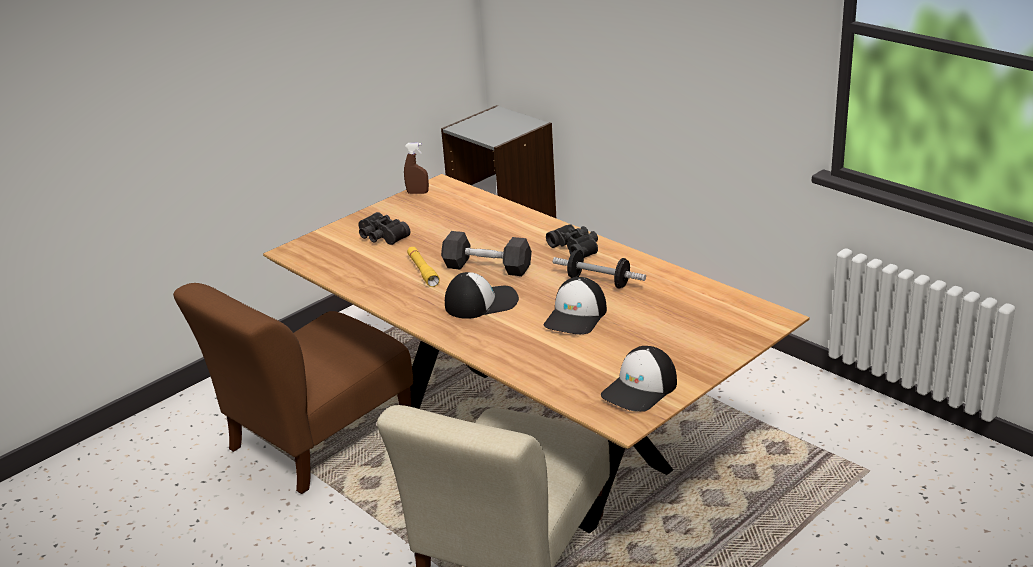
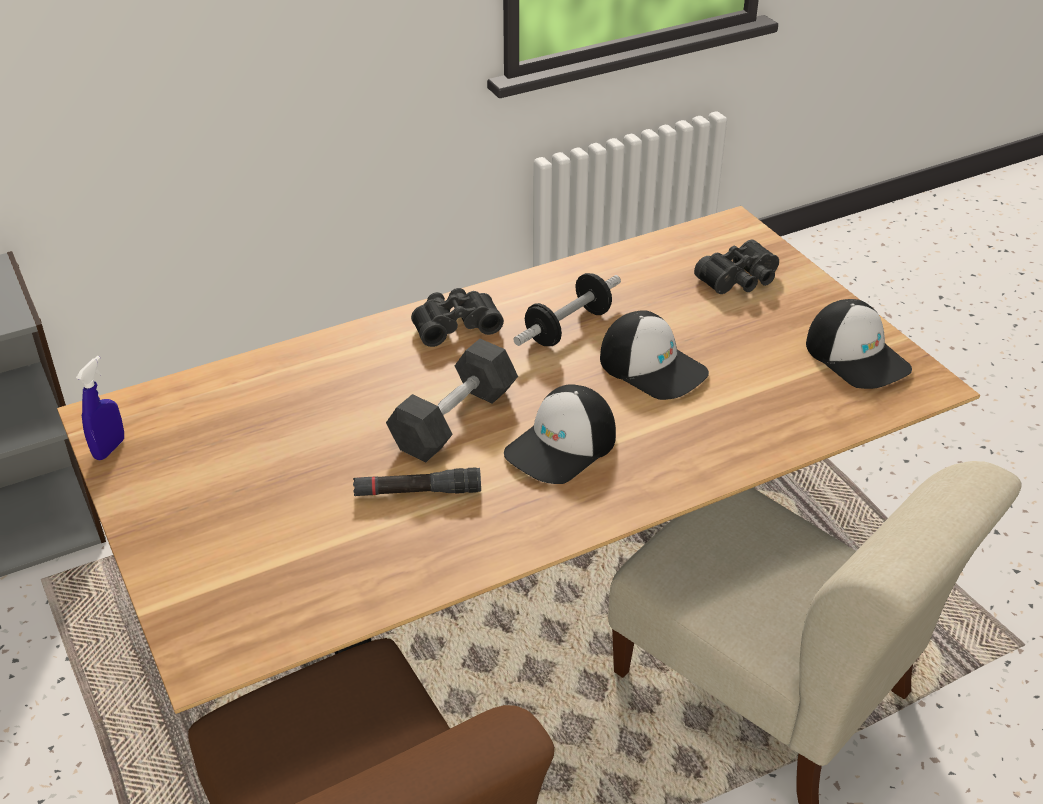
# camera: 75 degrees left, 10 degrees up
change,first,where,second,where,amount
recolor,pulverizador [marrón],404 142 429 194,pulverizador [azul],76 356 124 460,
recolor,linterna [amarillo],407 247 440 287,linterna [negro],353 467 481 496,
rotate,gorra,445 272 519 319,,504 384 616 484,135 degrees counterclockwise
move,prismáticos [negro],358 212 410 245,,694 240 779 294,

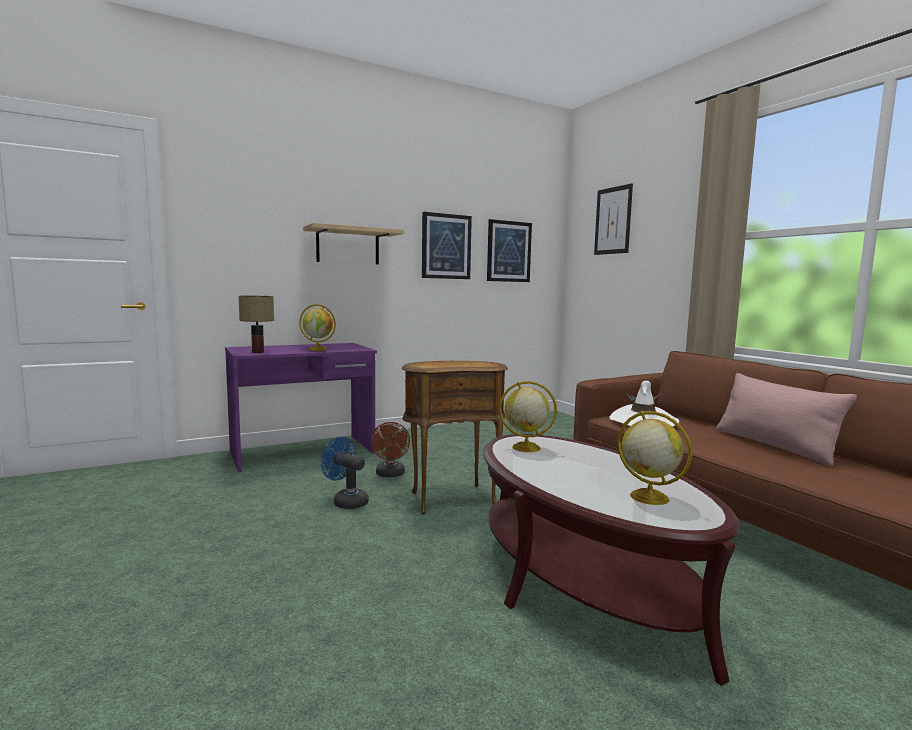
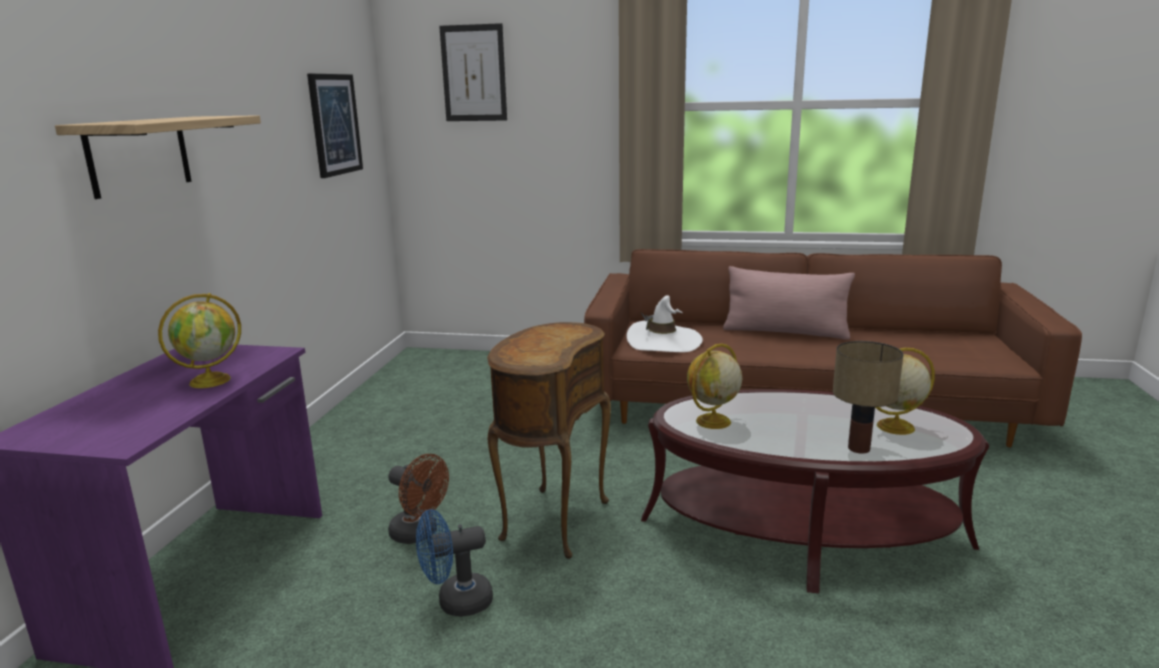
# camera: 50 degrees left, 10 degrees up
change,first,where,second,where,amount
move,lámpara de mesa,238 296 274 353,,833 341 904 454,
delete,cuadro,422 212 472 279,,,

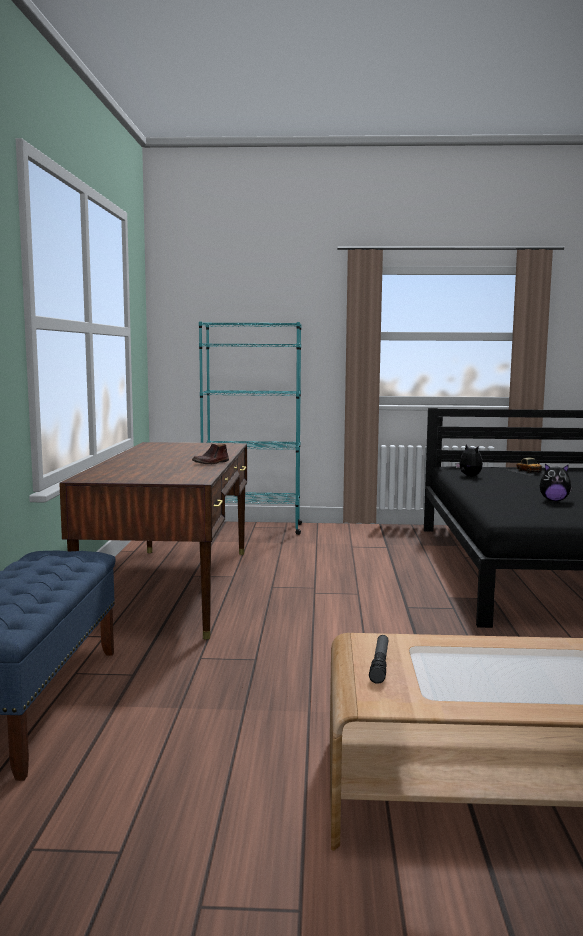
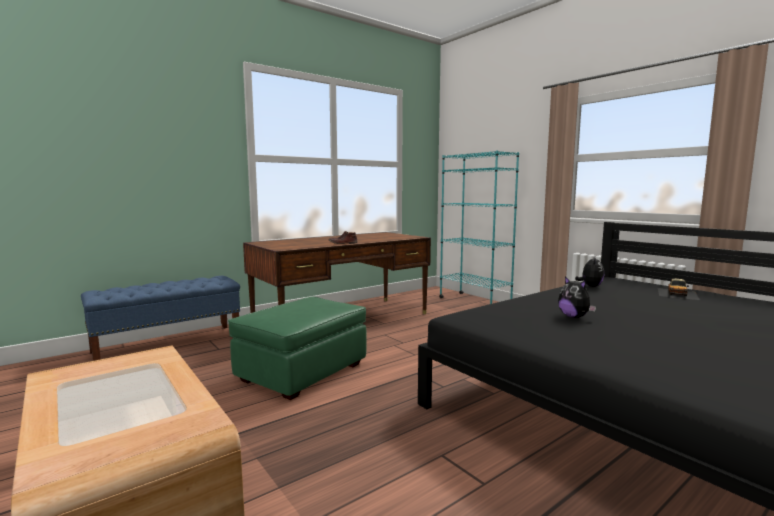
# camera: 50 degrees right, 0 degrees up
change,first,where,second,where,amount
insert,,,puf [verde],228 297 367 400,
delete,linterna,369 635 389 684,,,

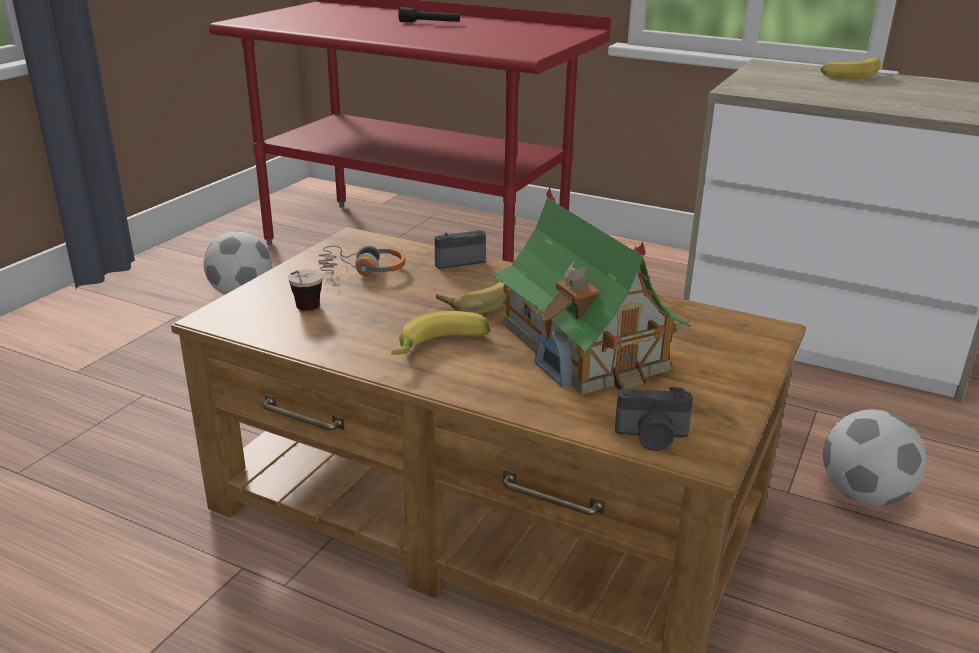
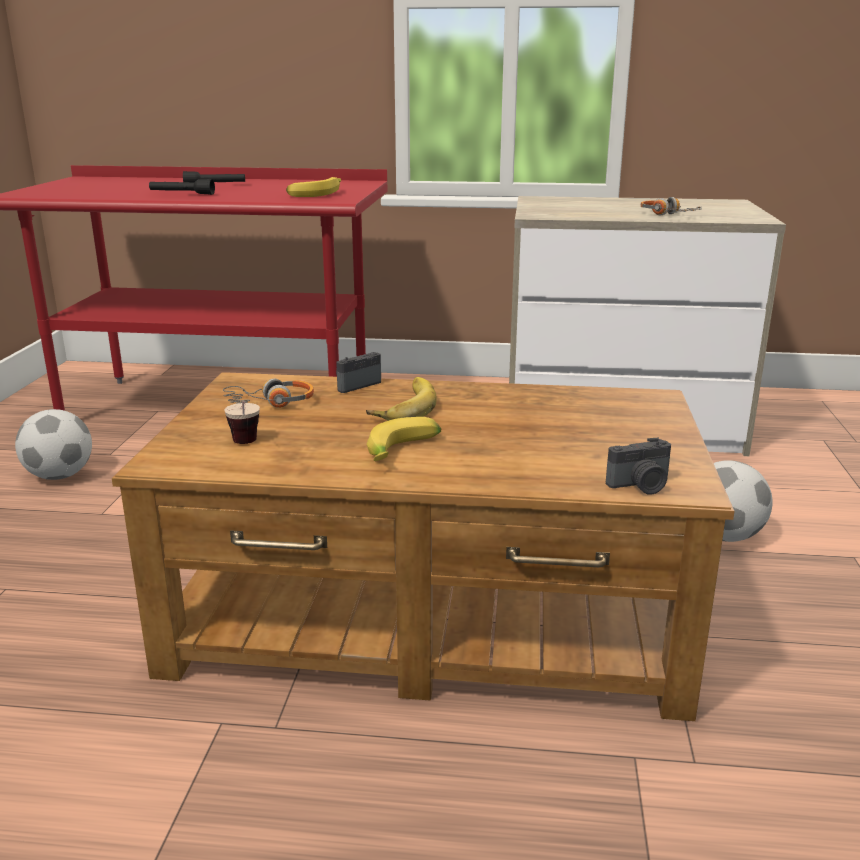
# camera: 20 degrees left, 5 degrees down
change,first,where,second,where,amount
insert,,,linterna [negro],149 179 215 195,
move,plátano,821 57 881 79,,286 177 341 197,
insert,,,auriculares,640 197 701 215,
delete,casita,492 188 691 395,,,

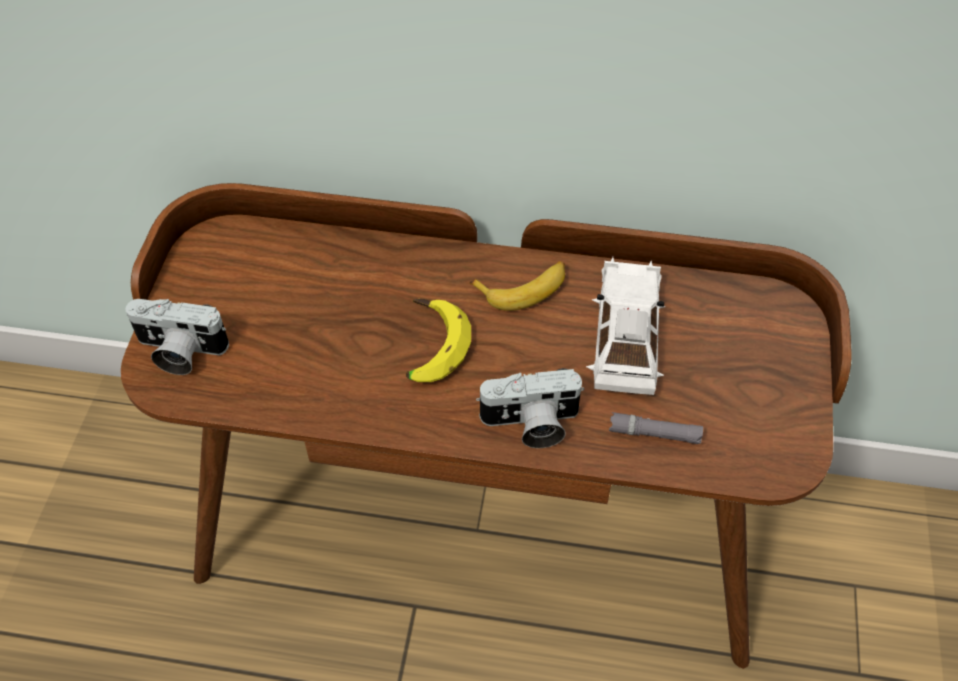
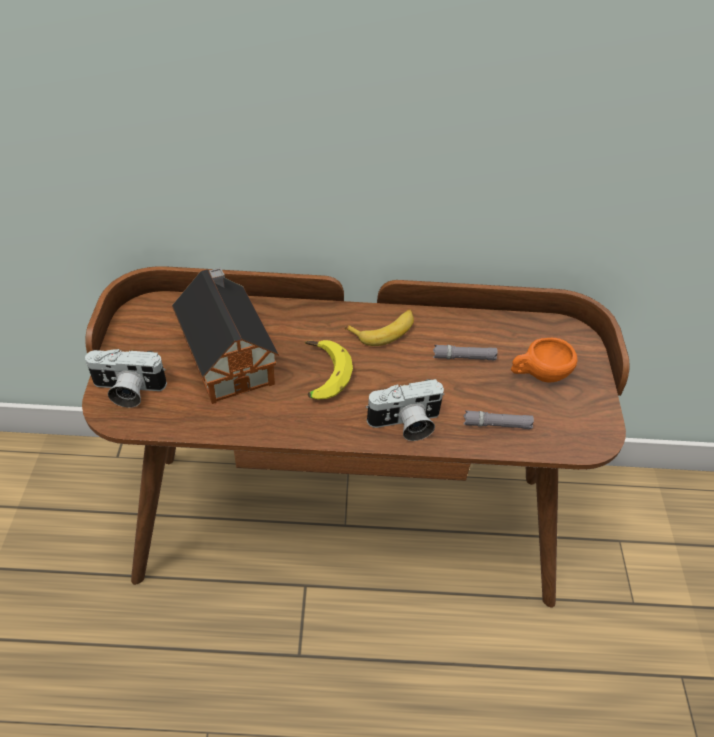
# camera: 10 degrees left, 5 degrees down
change,first,where,second,where,amount
insert,,,casita,172 268 279 404,
replace,coche de juguete [blanco],585 257 665 395,linterna [gris],433 345 498 360,
insert,,,taza [naranja],511 338 578 382,

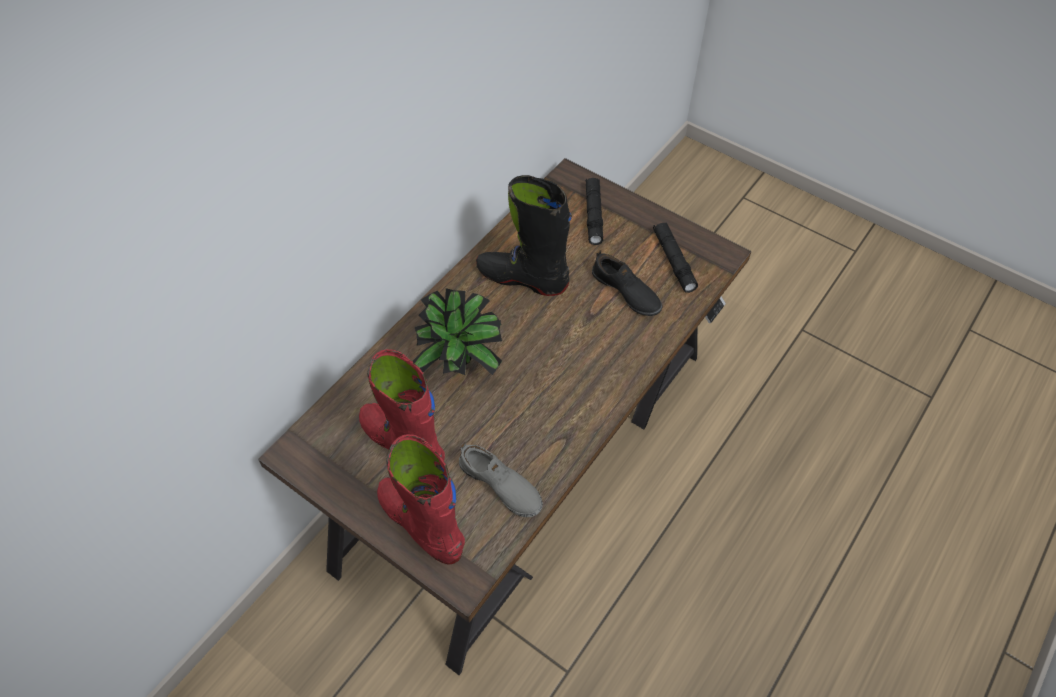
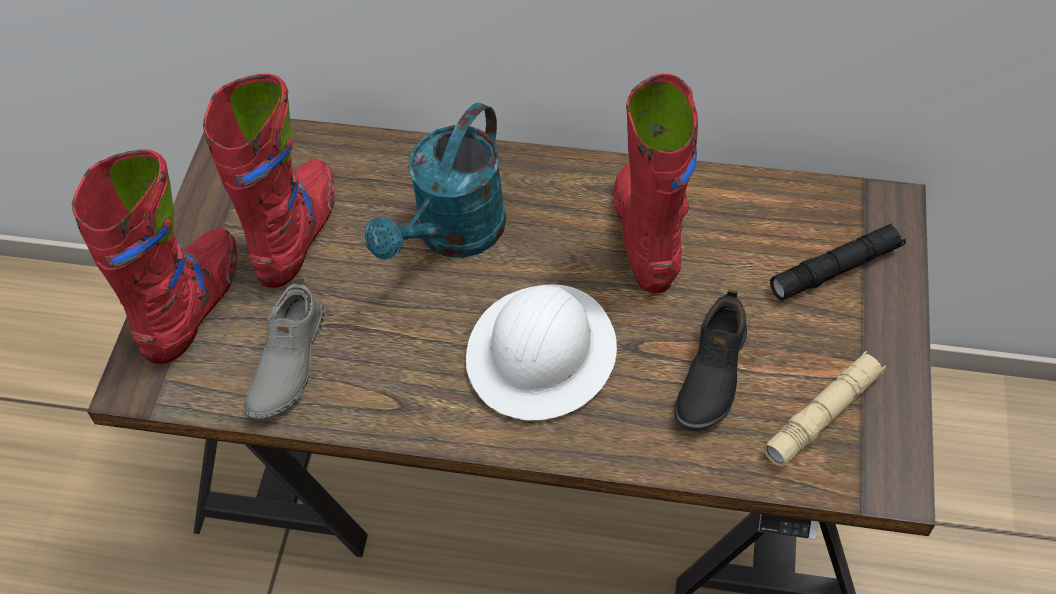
# camera: 65 degrees right, 0 degrees up
change,first,where,second,where,amount
replace,planta en maceta,412 288 502 375,regadera [turquesa],365 103 507 260,
insert,,,casco [blanco],466 284 617 421,
recolor,bota [negro],476 175 572 296,bota [rojo],614 74 698 293,
recolor,linterna [negro],653 222 698 293,linterna [beis],763 351 886 467,

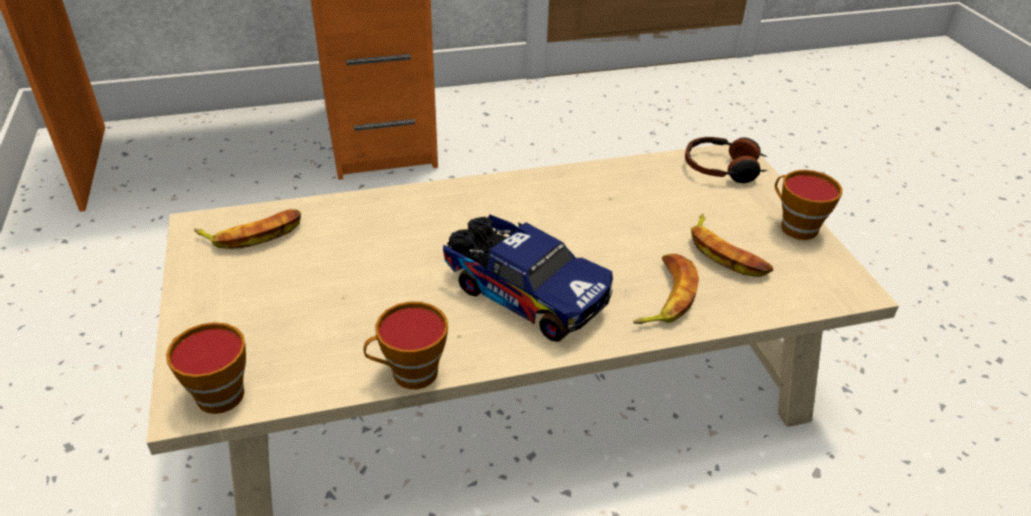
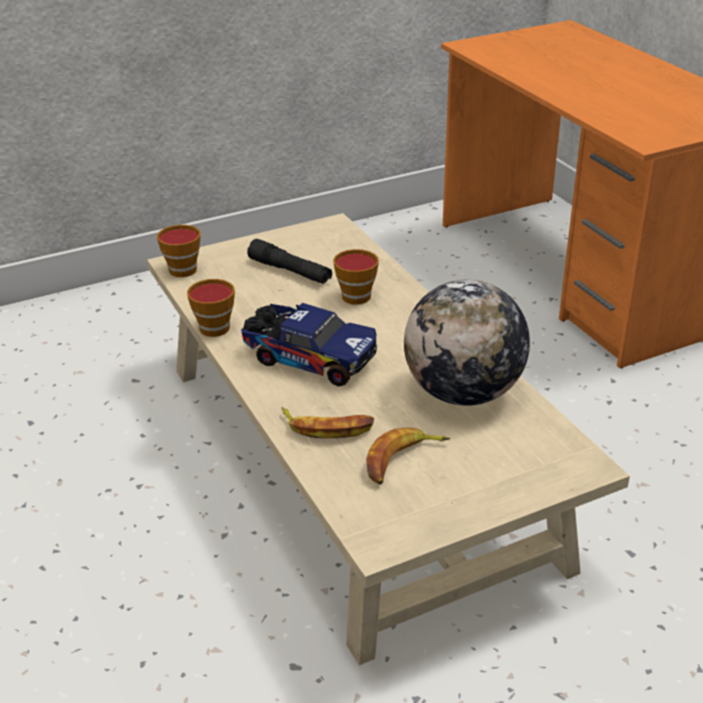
# camera: 80 degrees right, 5 degrees down
change,first,where,second,where,amount
rotate,camión de juguete,443 214 613 342,,241 303 377 386,90 degrees counterclockwise
insert,,,linterna [negro],247 239 332 284,
move,taza,775 170 842 240,,333 249 379 305,
insert,,,globo terráqueo,404 280 530 406,
delete,plátano,194 209 301 249,,,
delete,auriculares,685 137 767 183,,,

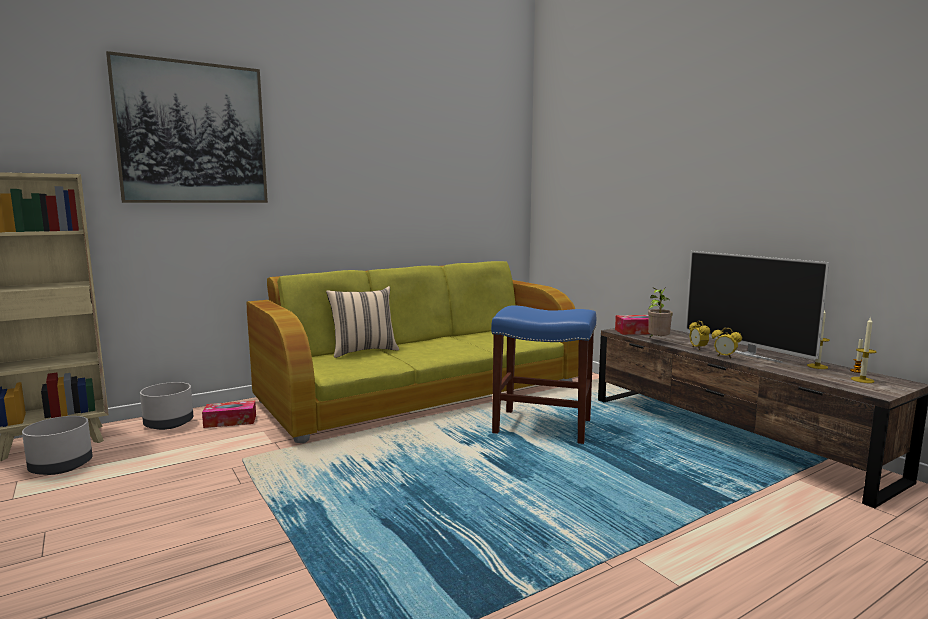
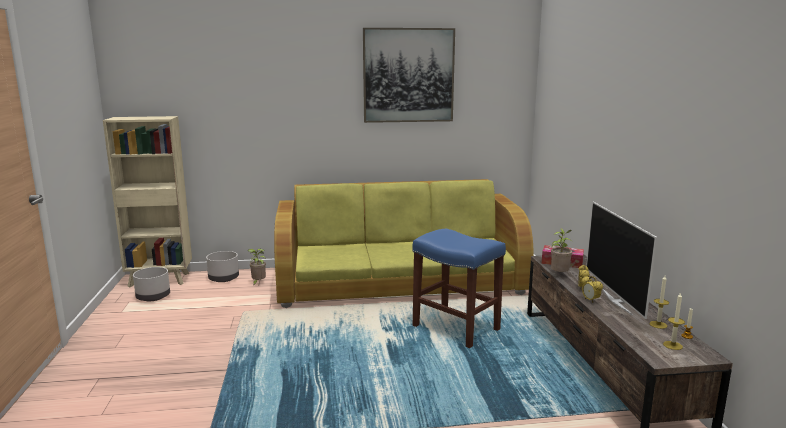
# camera: 25 degrees right, 5 degrees up
change,first,where,second,where,amount
replace,caja de pañuelos,202 401 256 428,planta en maceta,248 249 266 286,
move,cuadro,106 51 268 203,,363 28 455 123,
delete,cojín [beis],326 286 399 358,,,

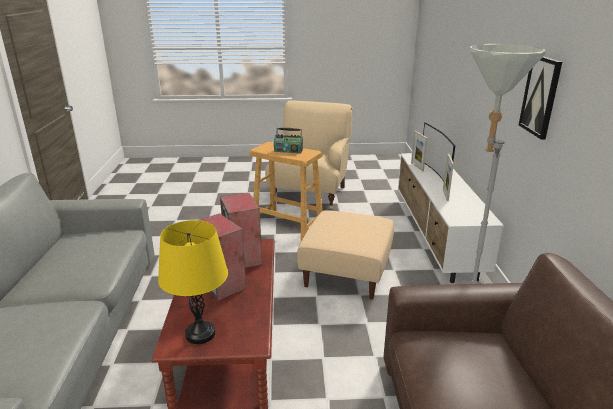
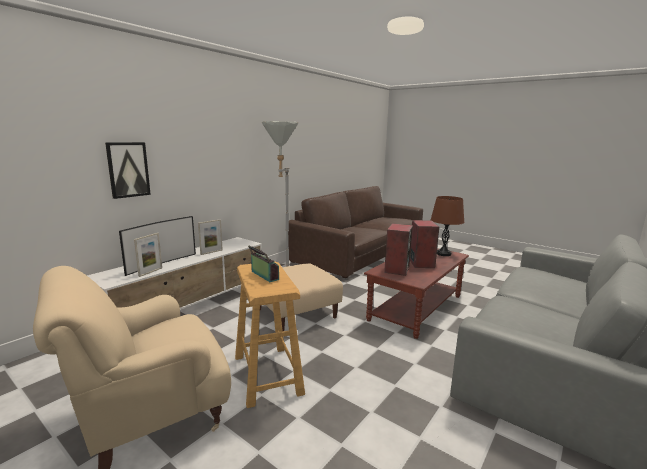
# camera: 140 degrees left, 10 degrees down
change,first,where,second,where,amount
move,cuadro,519 56 562 139,,105 142 151 199,
recolor,lámpara de mesa [amarillo],158 220 228 344,lámpara de mesa [marrón],431 196 464 256,

